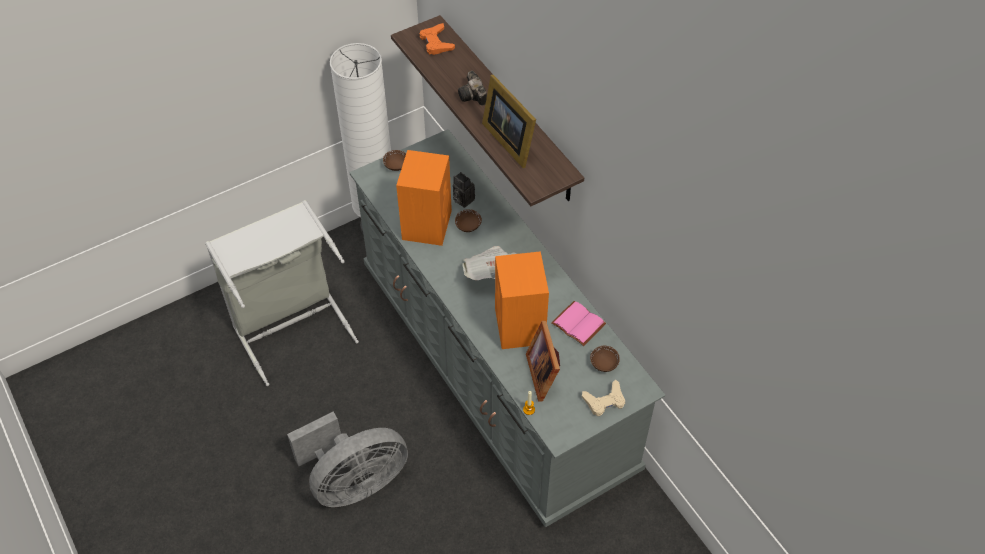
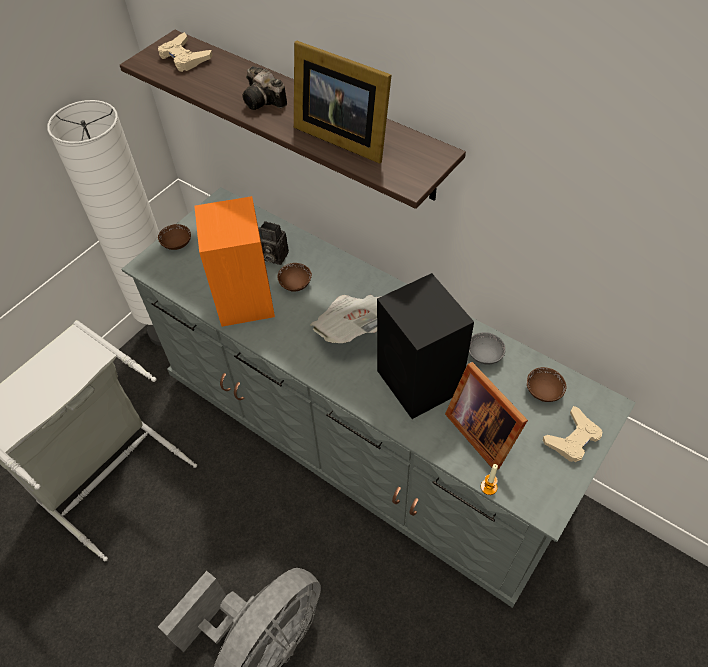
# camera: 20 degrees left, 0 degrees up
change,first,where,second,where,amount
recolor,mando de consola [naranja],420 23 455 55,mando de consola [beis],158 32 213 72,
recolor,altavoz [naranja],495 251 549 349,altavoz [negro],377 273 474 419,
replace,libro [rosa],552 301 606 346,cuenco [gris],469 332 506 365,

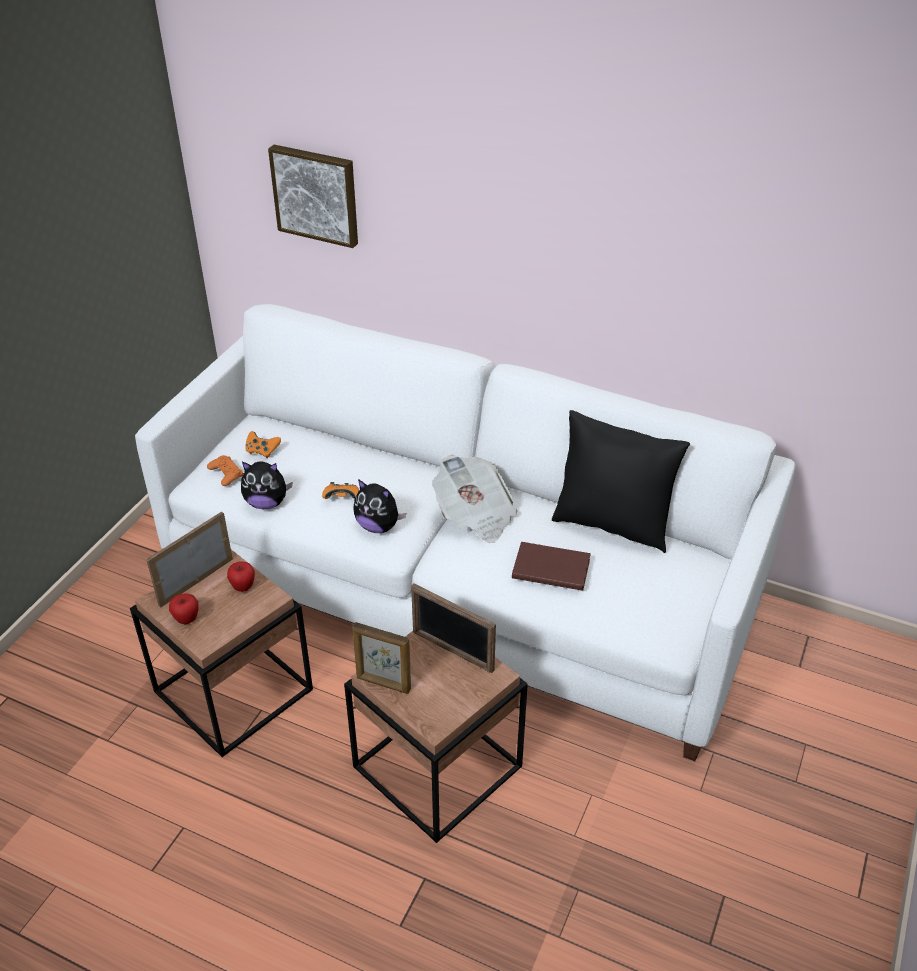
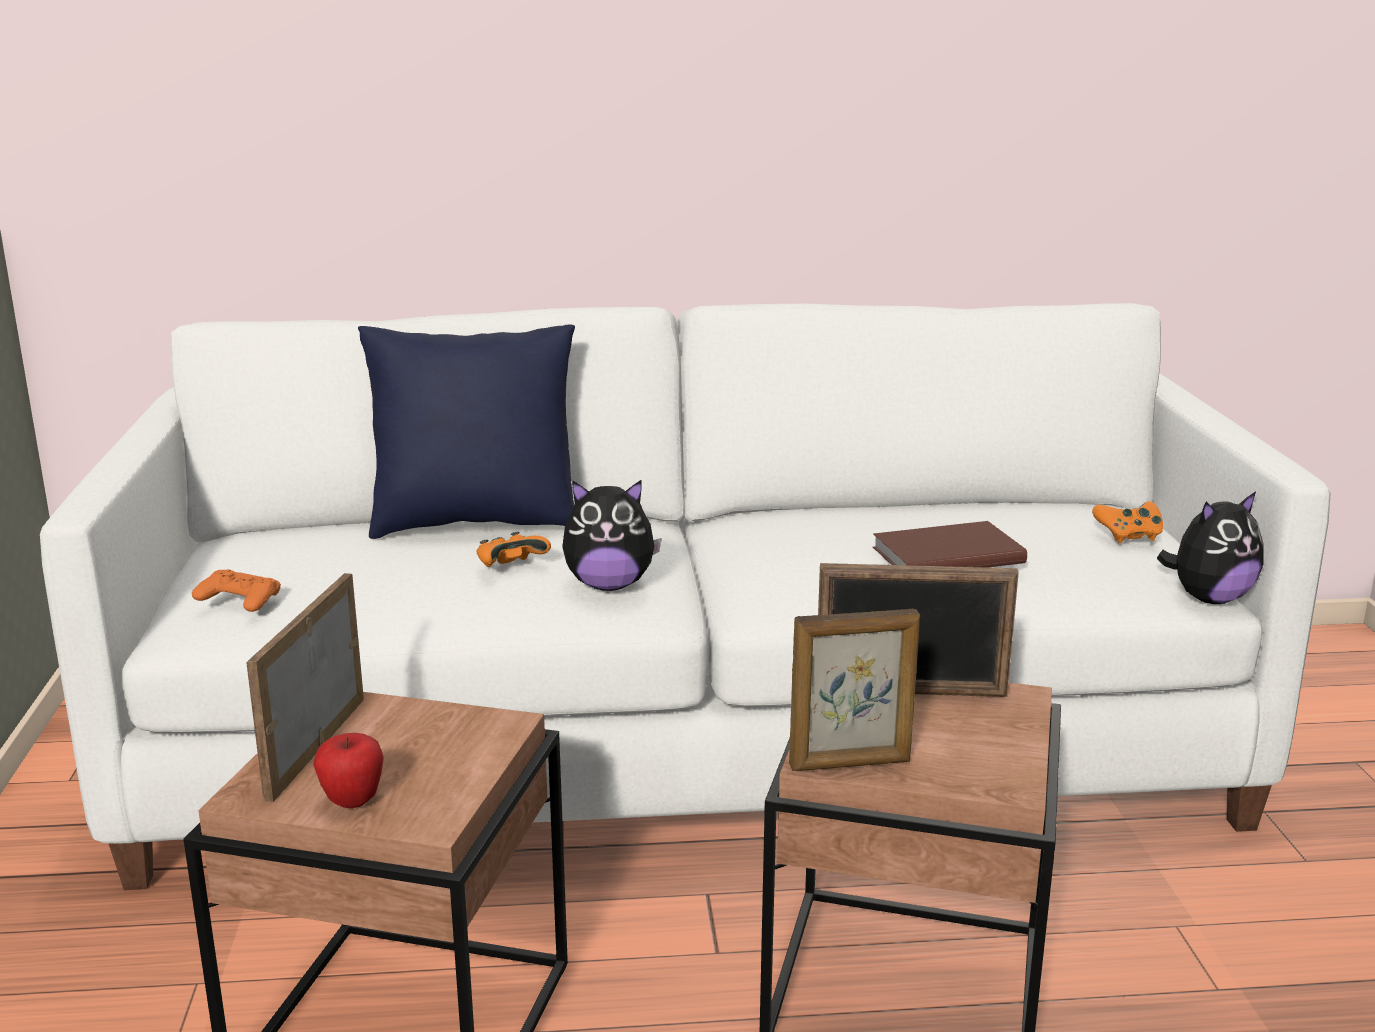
# camera: 30 degrees left, 20 degrees down
change,first,where,second,where,amount
insert,,,cojín [azul],358 325 575 539,
move,mando de consola [naranja],245 431 281 458,,1092 501 1163 543,
move,peluche,241 461 292 509,,1157 491 1263 604,
delete,manzana,227 561 255 592,,,
delete,cuadro,268 145 358 248,,,
delete,periódico,432 455 518 543,,,
delete,cojín [negro],552 410 690 553,,,

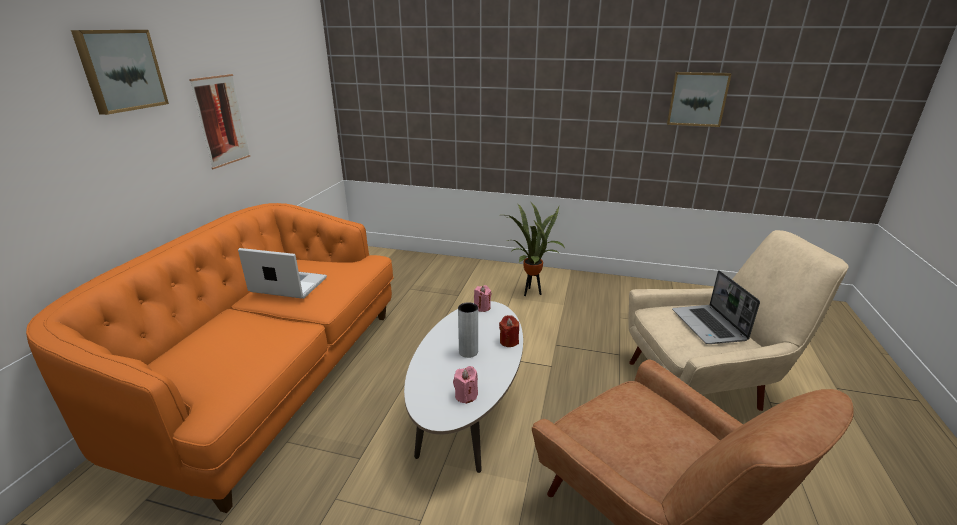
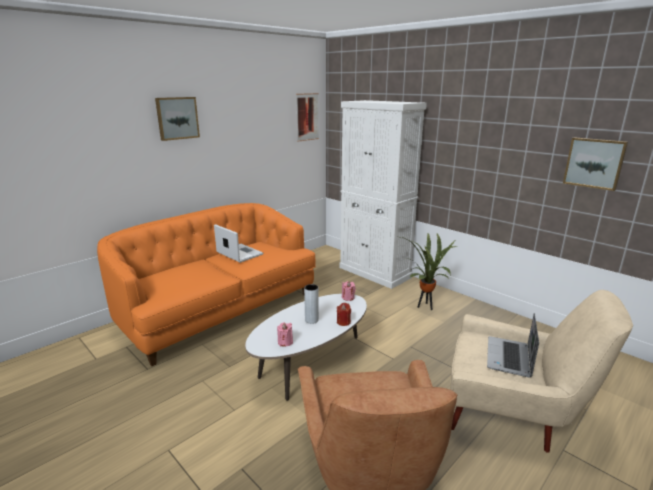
# camera: 30 degrees right, 5 degrees down
change,first,where,second,where,amount
move,cuadro,189 74 250 169,,296 93 319 142,
insert,,,armario [blanco],339 100 427 289,

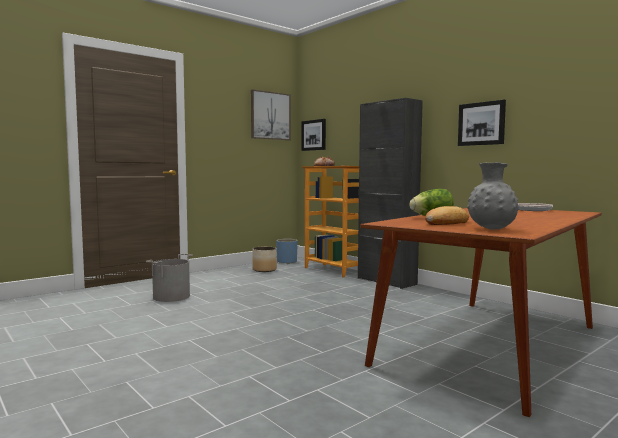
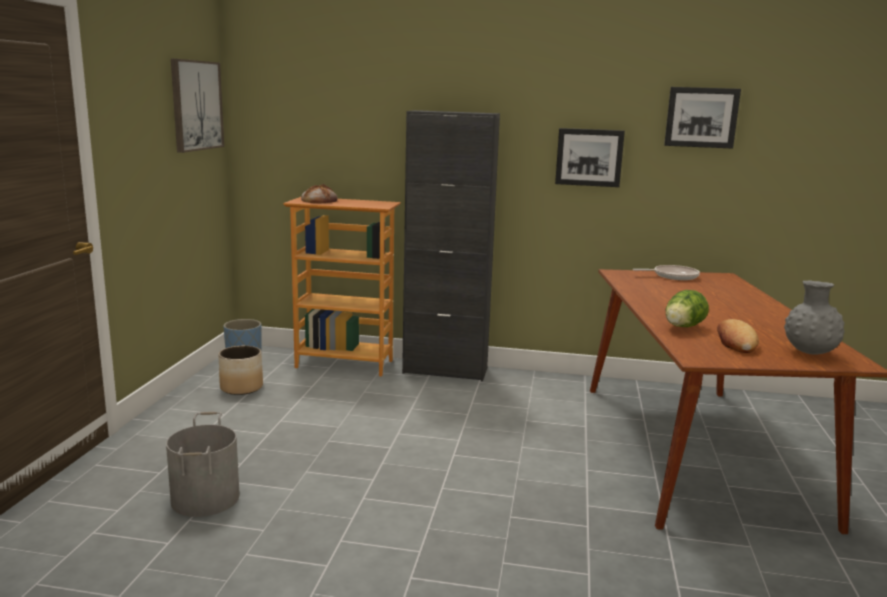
# camera: 40 degrees left, 10 degrees up
change,first,where,second,where,amount
move,cuadro,301 119 326 151,,664 87 741 149,

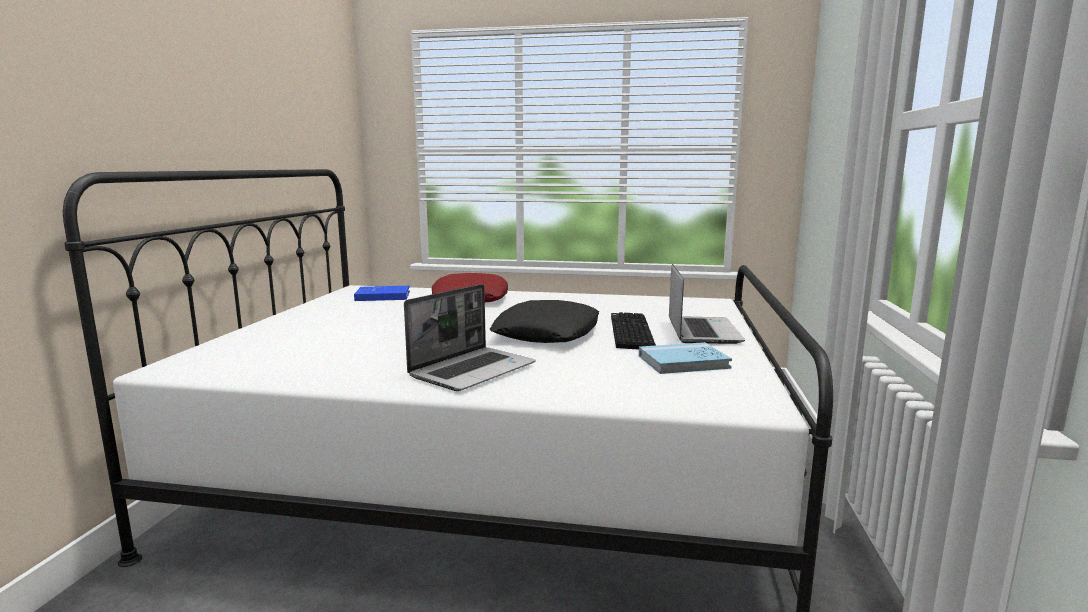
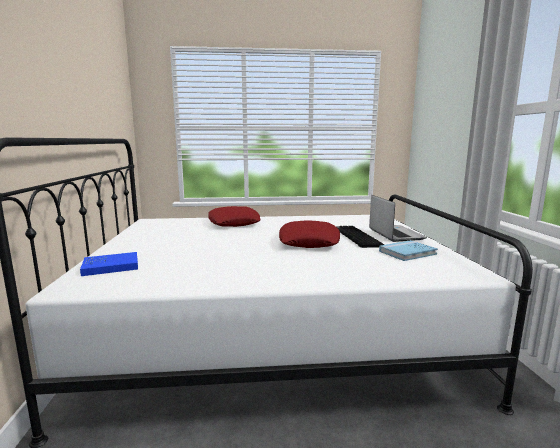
# camera: 15 degrees left, 0 degrees up
change,first,where,second,where,amount
move,libro [azul],354 286 410 301,,80 252 138 276,
recolor,cojín [negro],490 300 599 343,cojín [rojo],279 220 340 248,
delete,portátil,404 284 536 391,,,

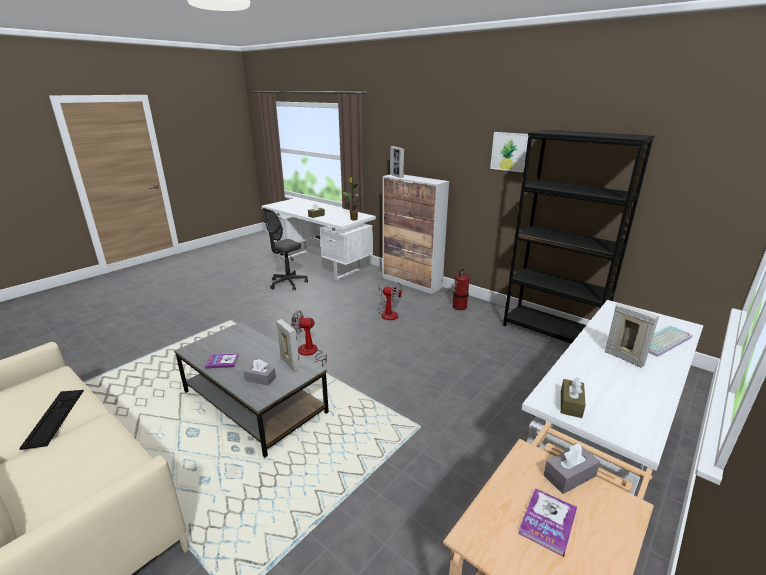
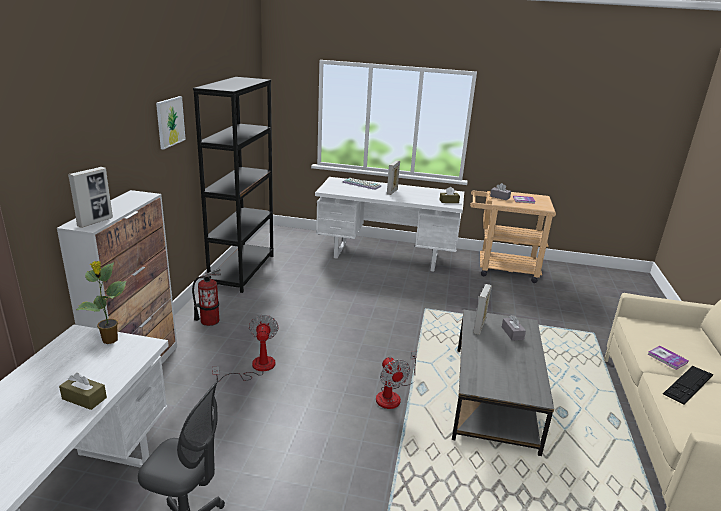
# camera: 120 degrees left, 0 degrees up
change,first,where,second,where,amount
move,libro,205 353 239 369,,648 346 689 370,

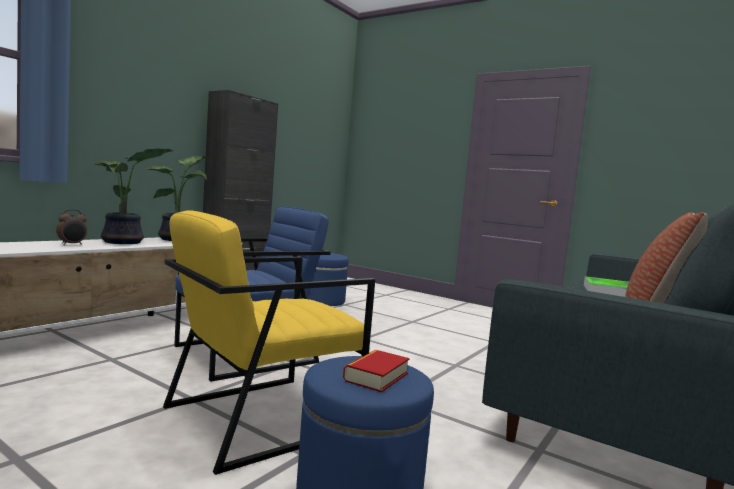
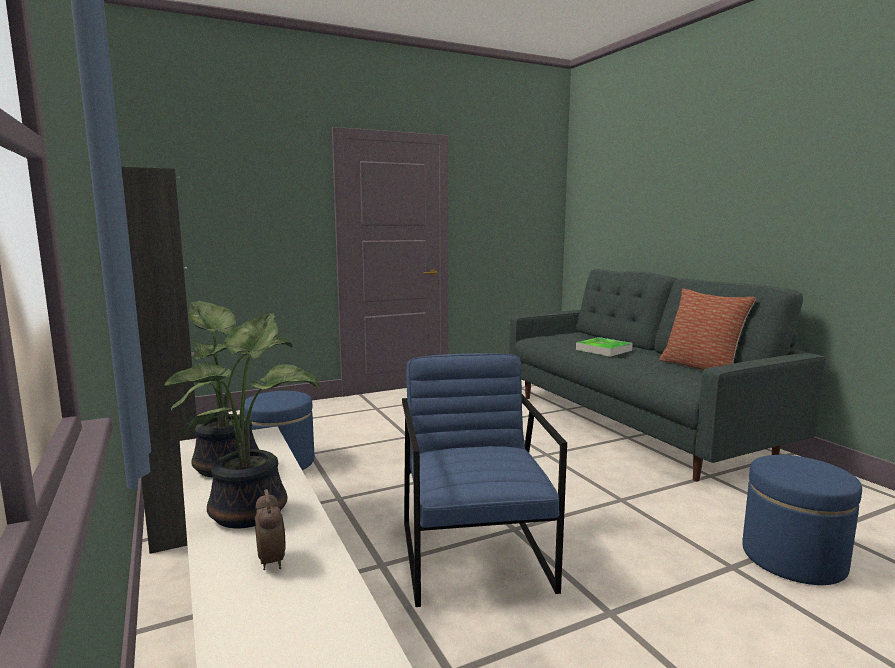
# camera: 60 degrees left, 5 degrees up
change,first,where,second,where,amount
delete,sillón [amarillo],163 210 375 475,,,
delete,libro,343 350 409 392,,,

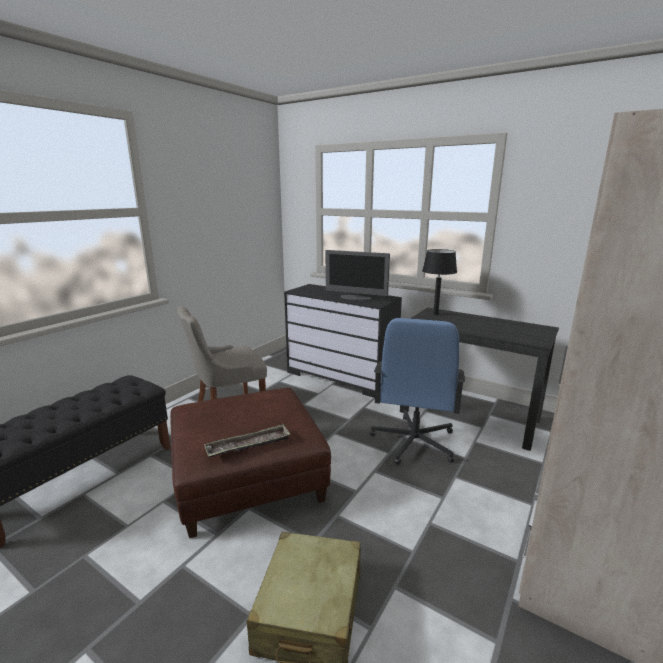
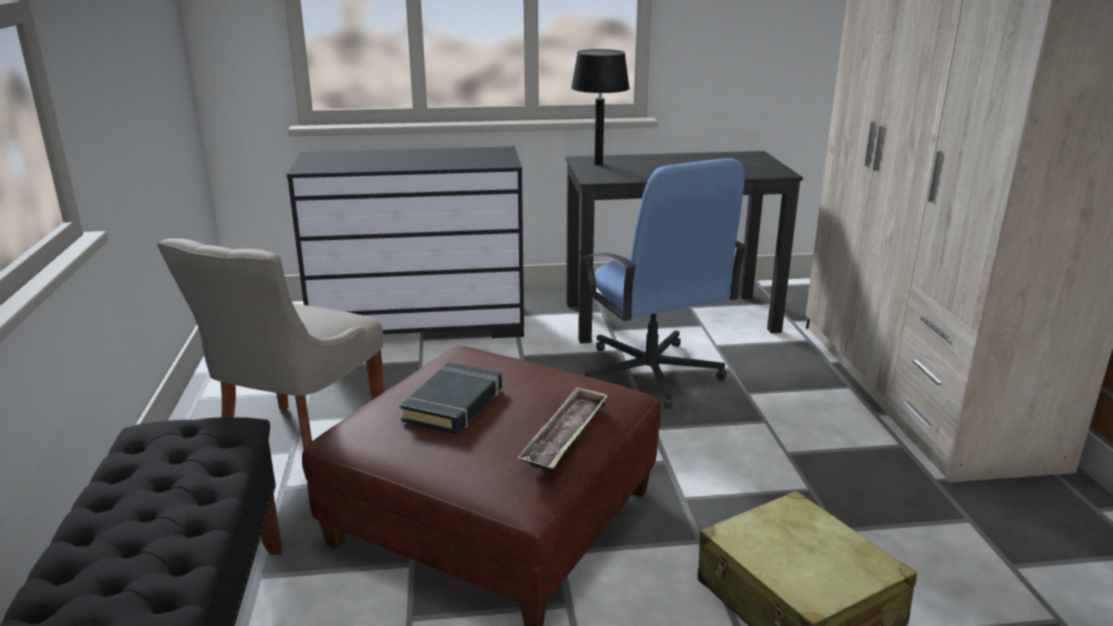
# camera: 40 degrees left, 5 degrees up
change,first,where,second,where,amount
insert,,,libro [negro],400 362 502 434,
delete,monitor,325 250 390 301,,,

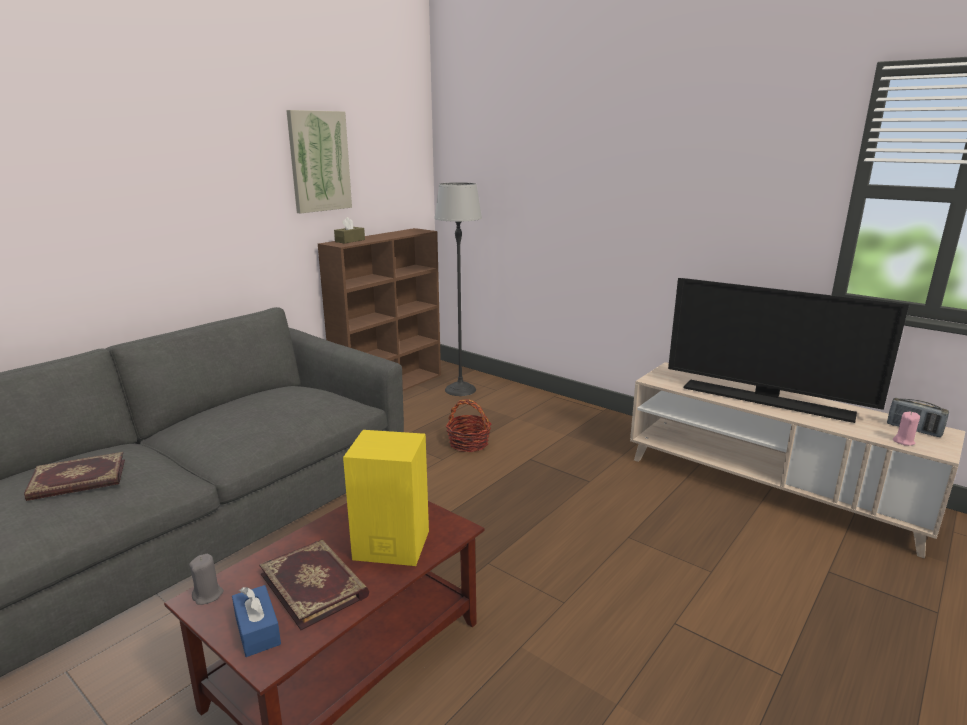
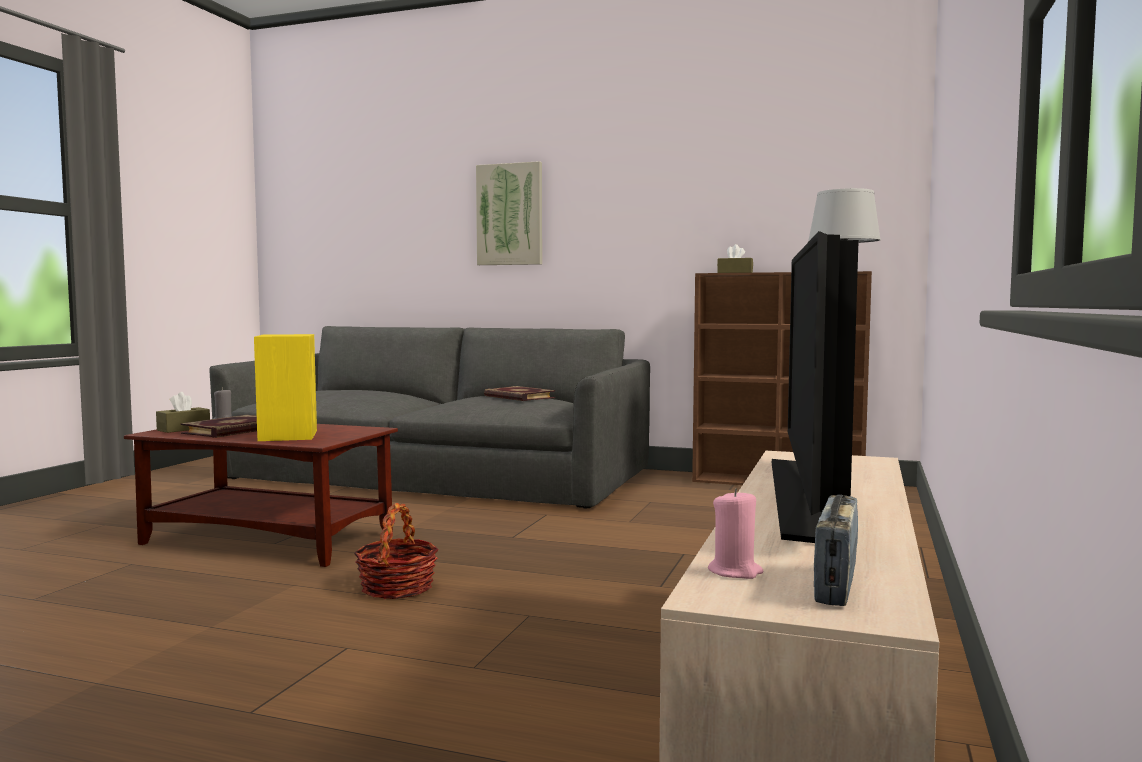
# camera: 70 degrees right, 15 degrees down
change,first,where,second,where,amount
recolor,caja de pañuelos [azul],232 585 281 657,caja de pañuelos [marrón],156 392 210 433,
move,cesta,446 399 491 452,,354 503 439 599,
move,cuadro,286 110 352 214,,476 161 542 265,
move,libro,24 452 125 501,,484 386 555 401,

